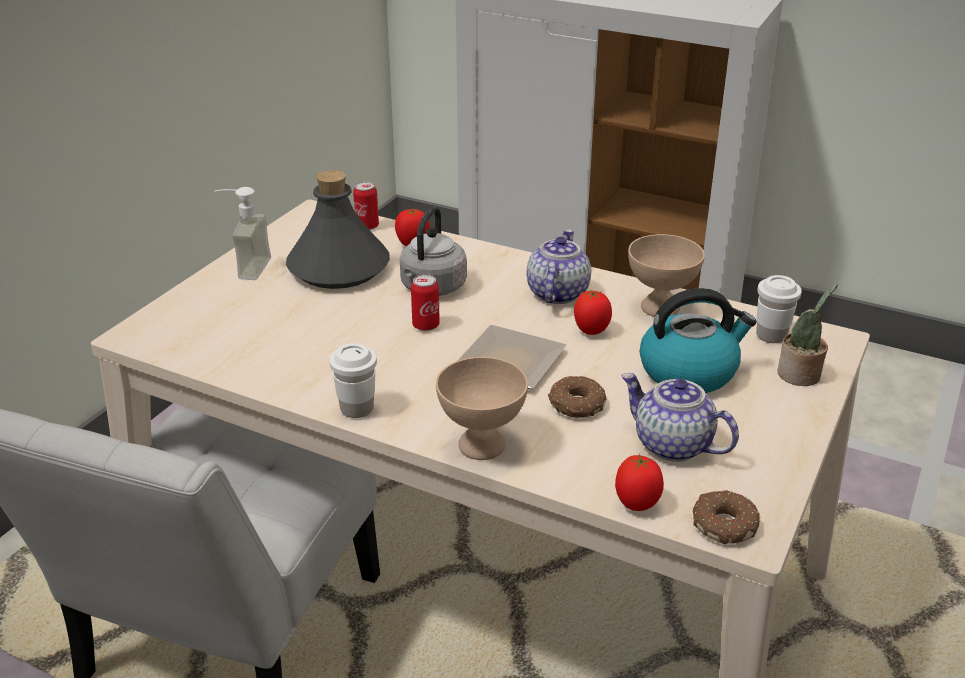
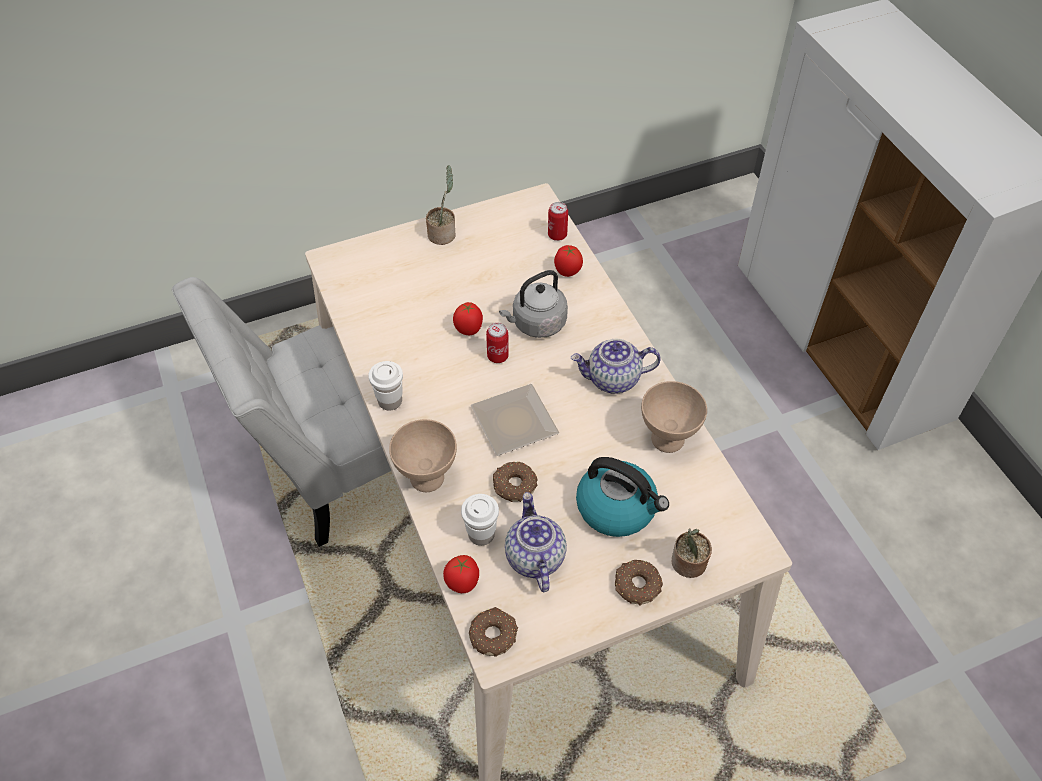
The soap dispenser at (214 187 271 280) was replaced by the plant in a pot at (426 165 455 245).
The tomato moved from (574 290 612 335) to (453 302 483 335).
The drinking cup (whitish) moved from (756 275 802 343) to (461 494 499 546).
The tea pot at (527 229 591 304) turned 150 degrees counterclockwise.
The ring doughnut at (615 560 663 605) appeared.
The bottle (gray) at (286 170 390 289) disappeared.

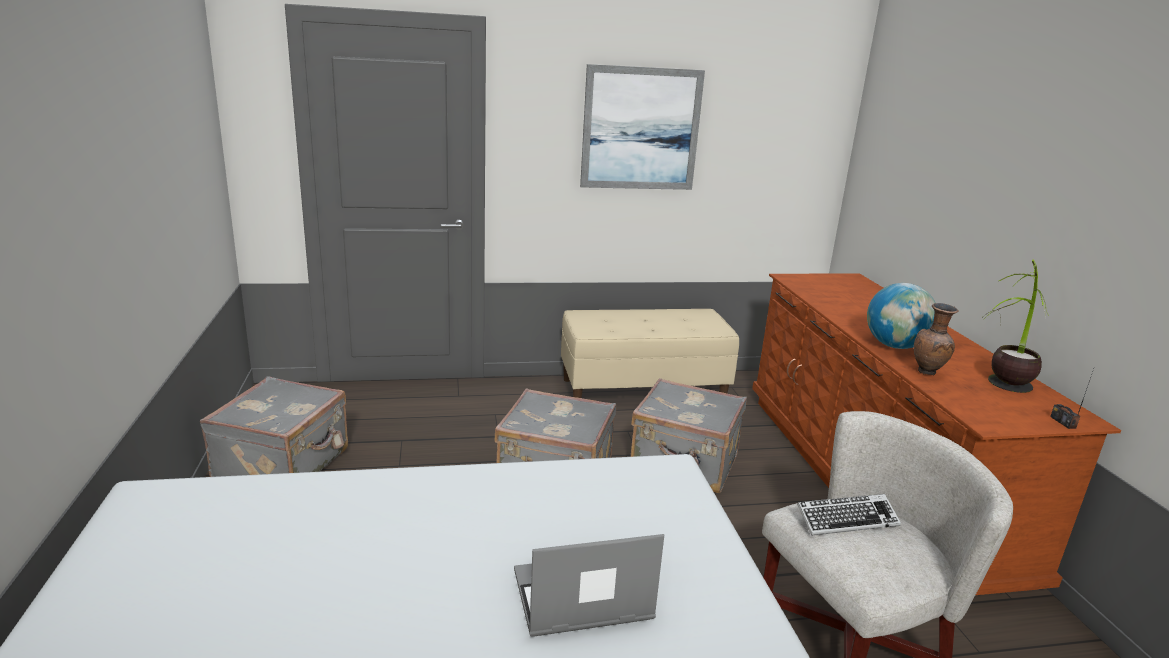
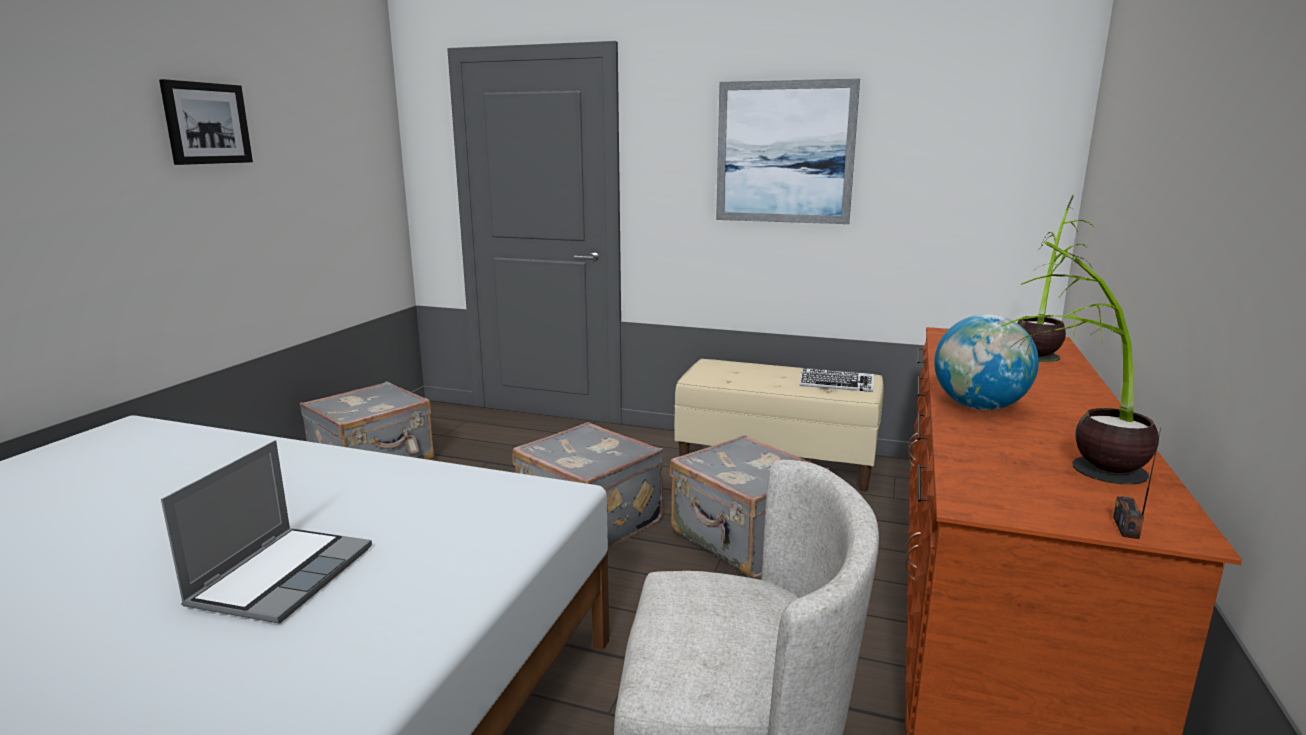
The wall art at (159 79 253 165) appeared.
The notebook computer at (514 534 664 636) turned 90 degrees clockwise.
The keyboard moved from (797 494 901 536) to (800 368 874 392).
The plant in a pot at (1017 195 1094 362) appeared.
The decorative vase (brown-coloured) at (914 303 958 376) disappeared.

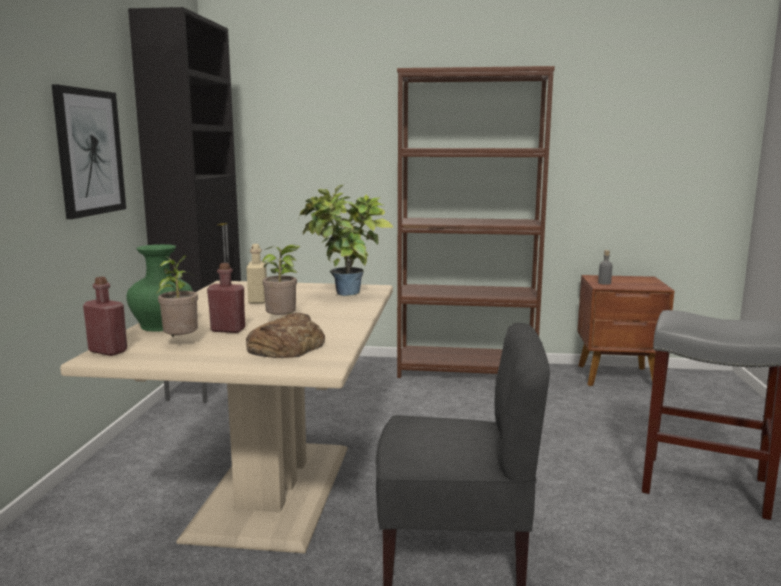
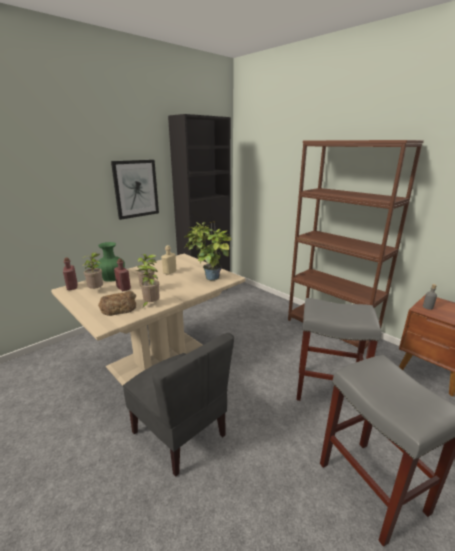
The plant in a pot at (136 265 160 308) appeared.
The sitting stool (gray) at (296 298 381 401) appeared.

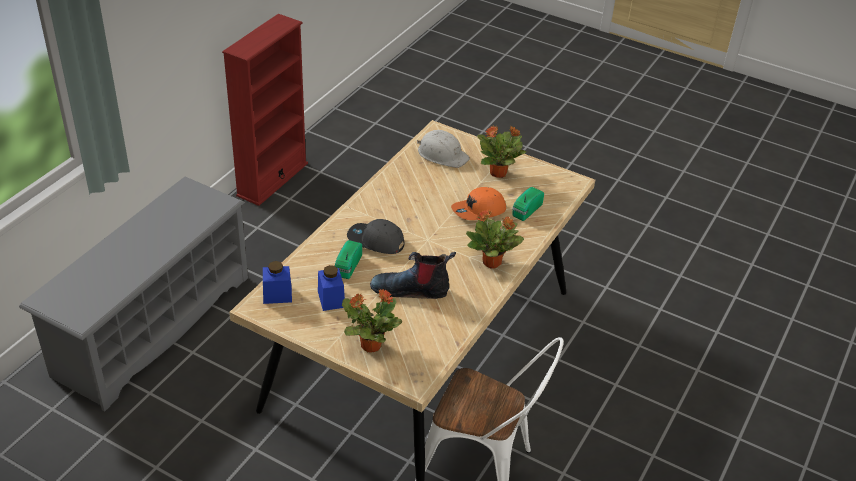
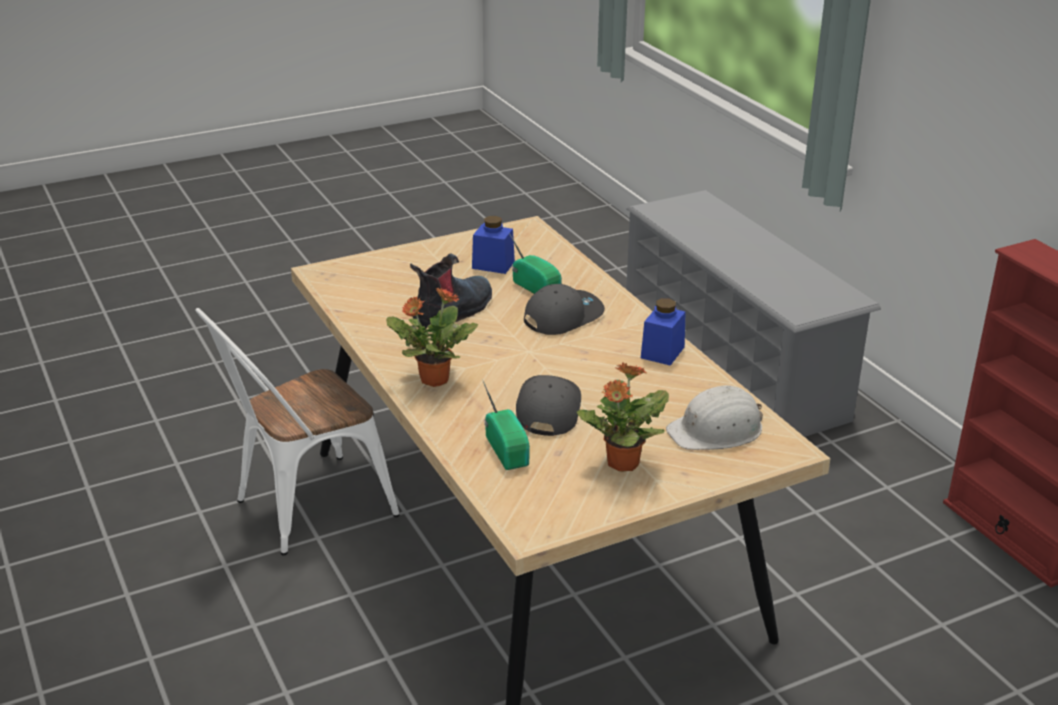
The cap (orange) at (451 187 506 220) became the cap (gray) at (516 375 581 436).
The storage jar (blue) moved from (263 261 292 304) to (641 298 686 366).
The plant in a pot at (342 288 403 353) disappeared.

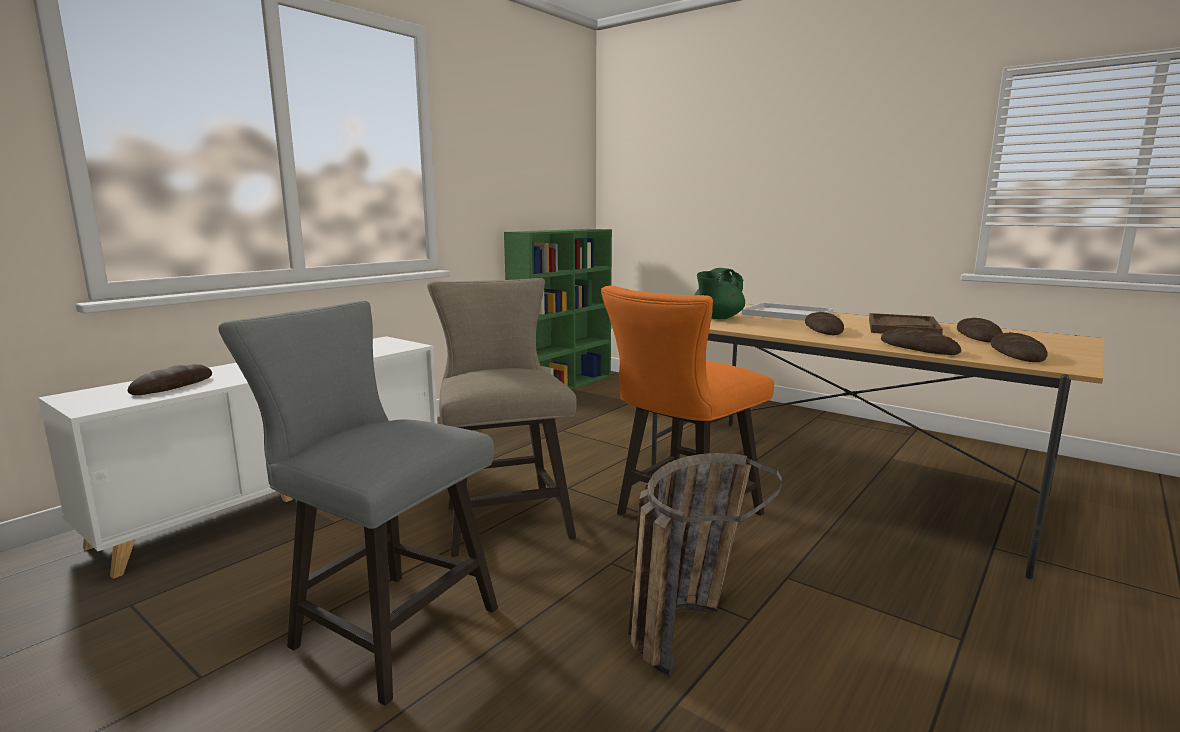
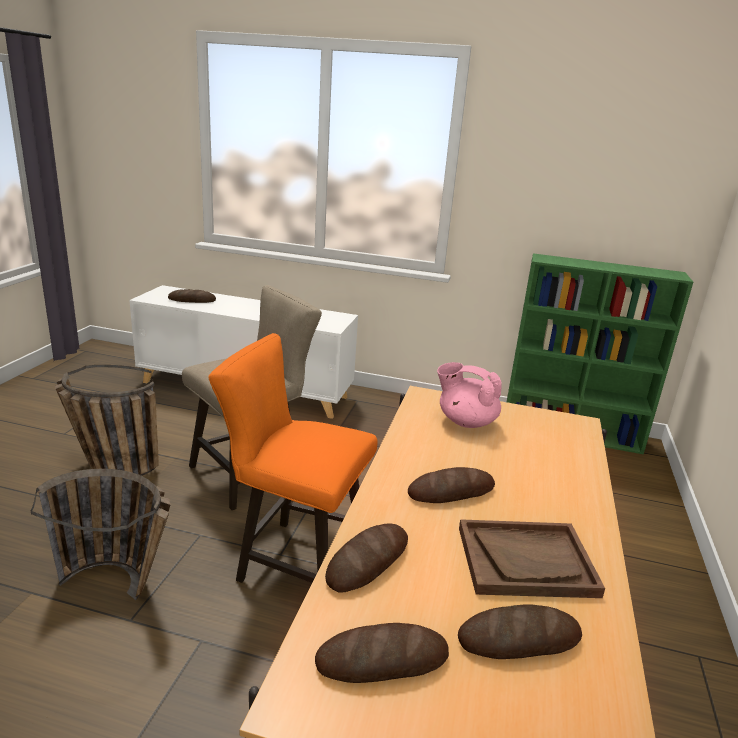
The sitting stool (gray) at (218 301 498 706) was replaced by the basket at (55 365 159 476).
The tea pot (greenish) at (694 268 745 319) became the tea pot (pink) at (437 362 501 428).
The tray (whitish) at (742 303 834 321) disappeared.

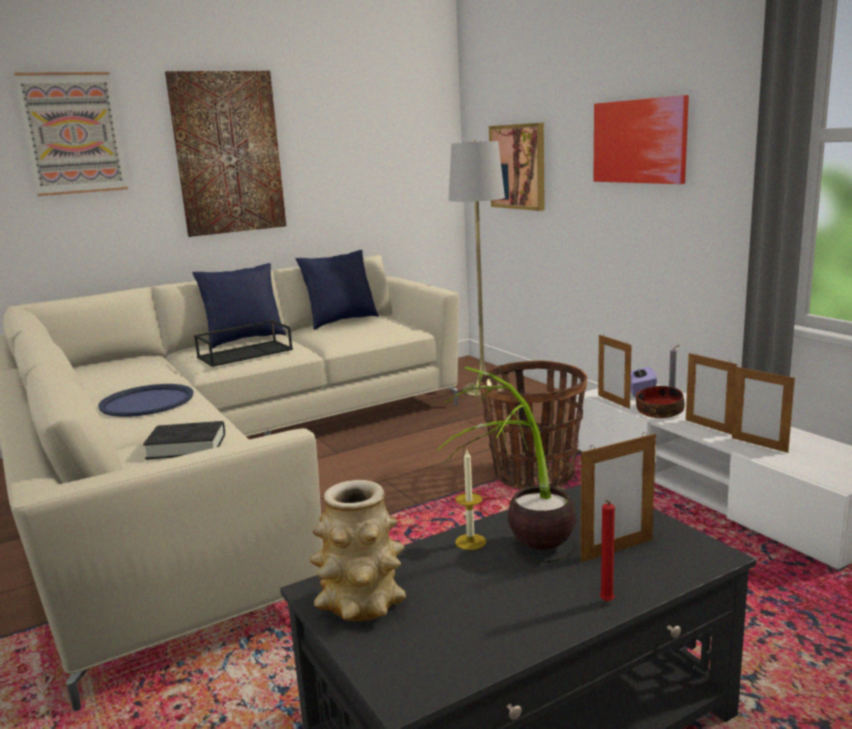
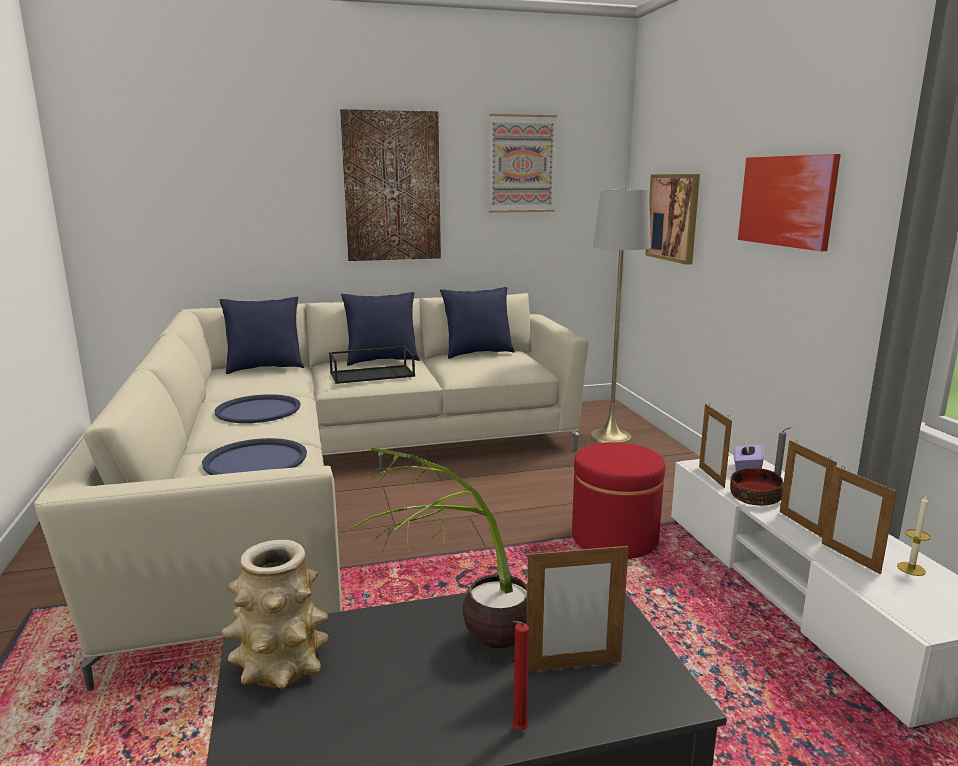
The volume (black) at (143 421 225 460) was replaced by the tray (blue) at (202 438 307 475).
The throw pillow (blue) at (219 297 304 374) appeared.
The wall art moved from (14 72 128 196) to (489 114 557 213).
The basket at (478 360 587 489) was replaced by the ottoman (red) at (572 442 665 559).
The wax candle moved from (455 450 486 550) to (897 496 931 576).

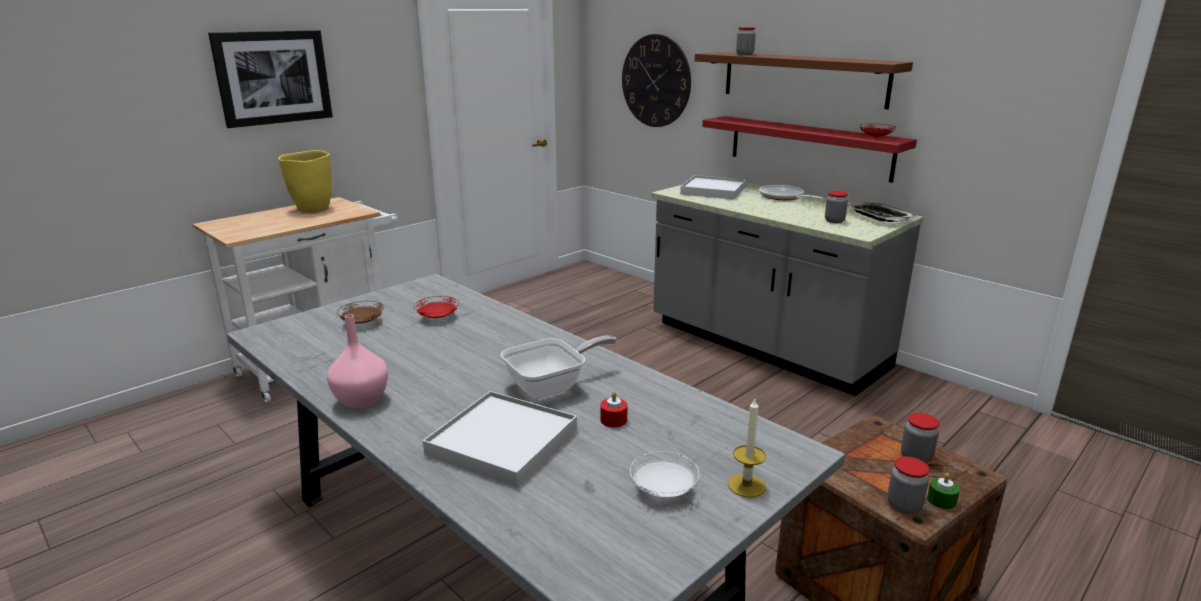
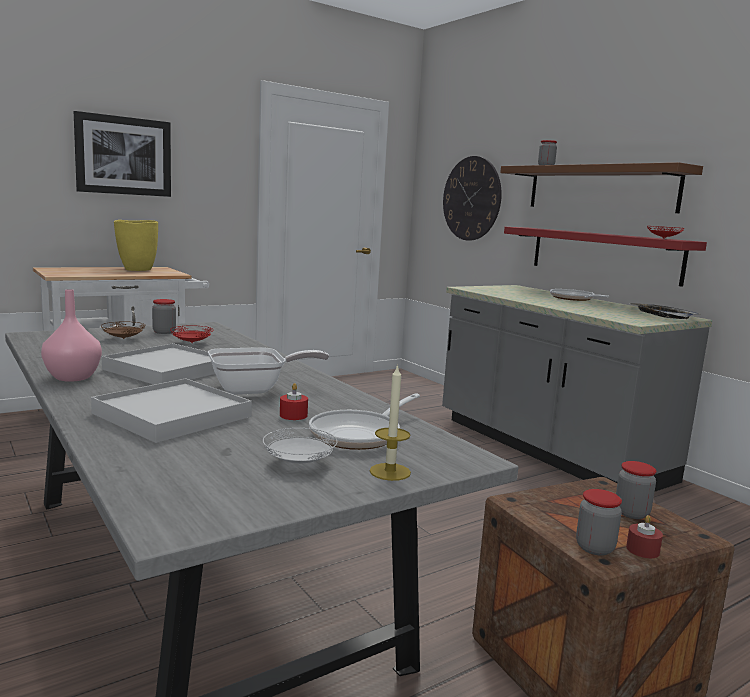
The tray (whitish) moved from (680 175 746 200) to (102 343 215 384).
The storage jar moved from (825 191 848 223) to (152 299 176 334).
The pan at (309 393 420 450) appeared.
The wax candle (greenish) at (927 473 960 509) became the wax candle (red) at (626 515 663 558).

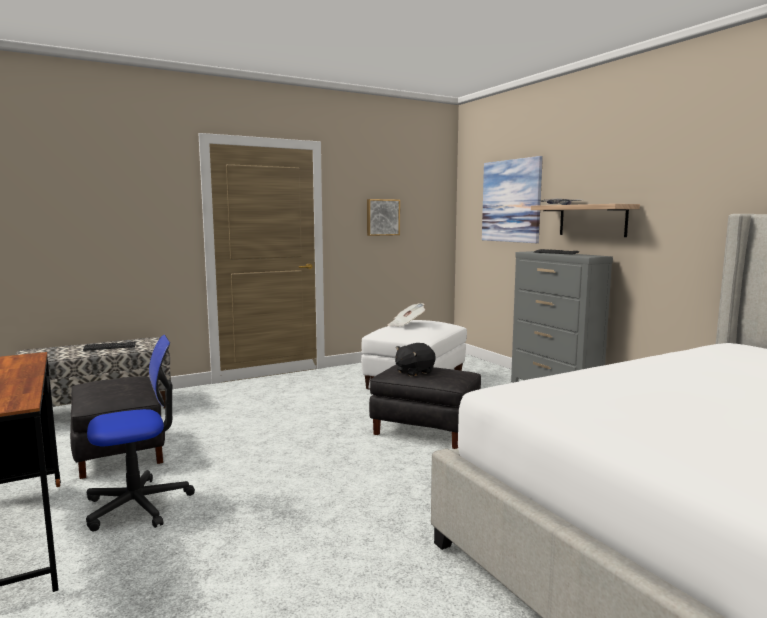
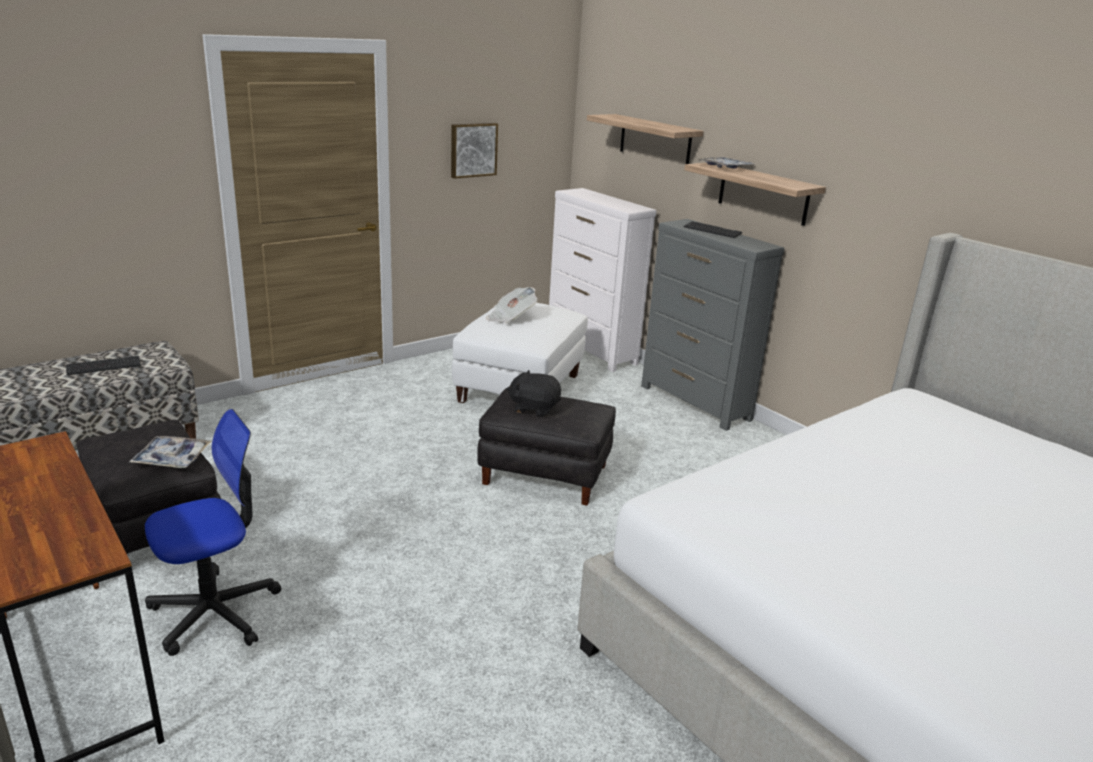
The tray at (129 436 211 468) appeared.
The soft toy (black) at (395 343 436 377) turned 60 degrees clockwise.
The chest of drawers (whitish) at (549 188 656 372) appeared.
The wall art at (482 156 543 243) was replaced by the shelf at (587 114 704 164).

